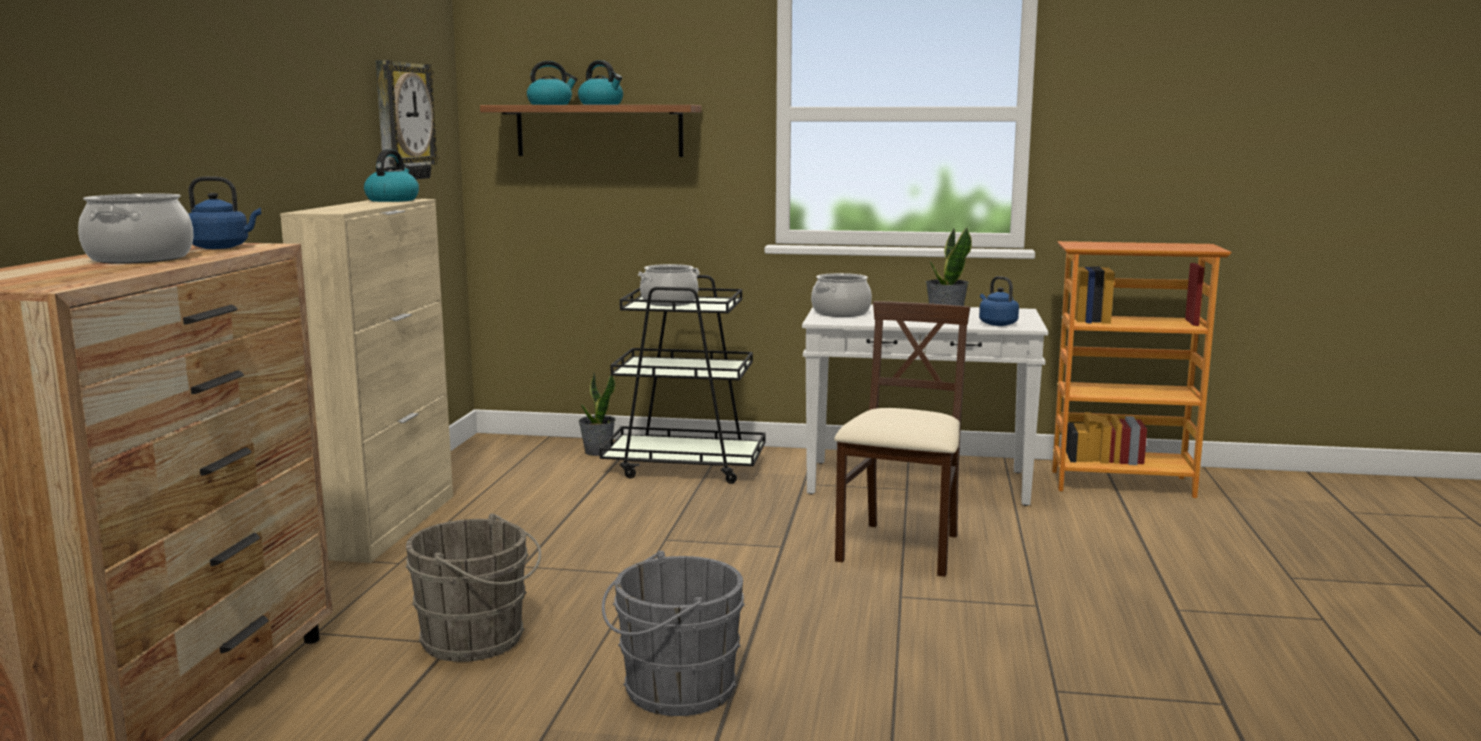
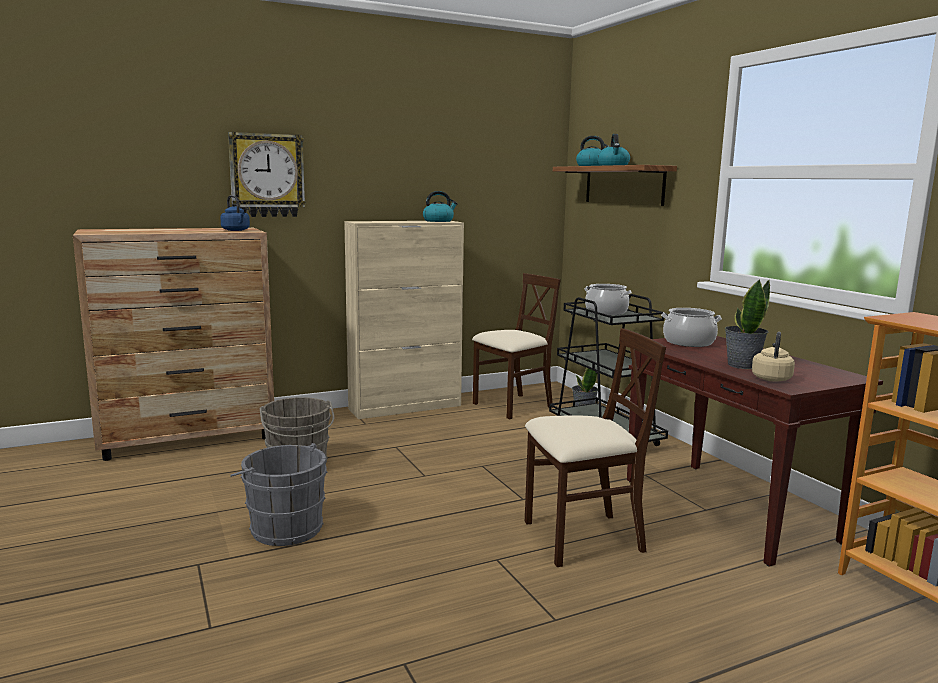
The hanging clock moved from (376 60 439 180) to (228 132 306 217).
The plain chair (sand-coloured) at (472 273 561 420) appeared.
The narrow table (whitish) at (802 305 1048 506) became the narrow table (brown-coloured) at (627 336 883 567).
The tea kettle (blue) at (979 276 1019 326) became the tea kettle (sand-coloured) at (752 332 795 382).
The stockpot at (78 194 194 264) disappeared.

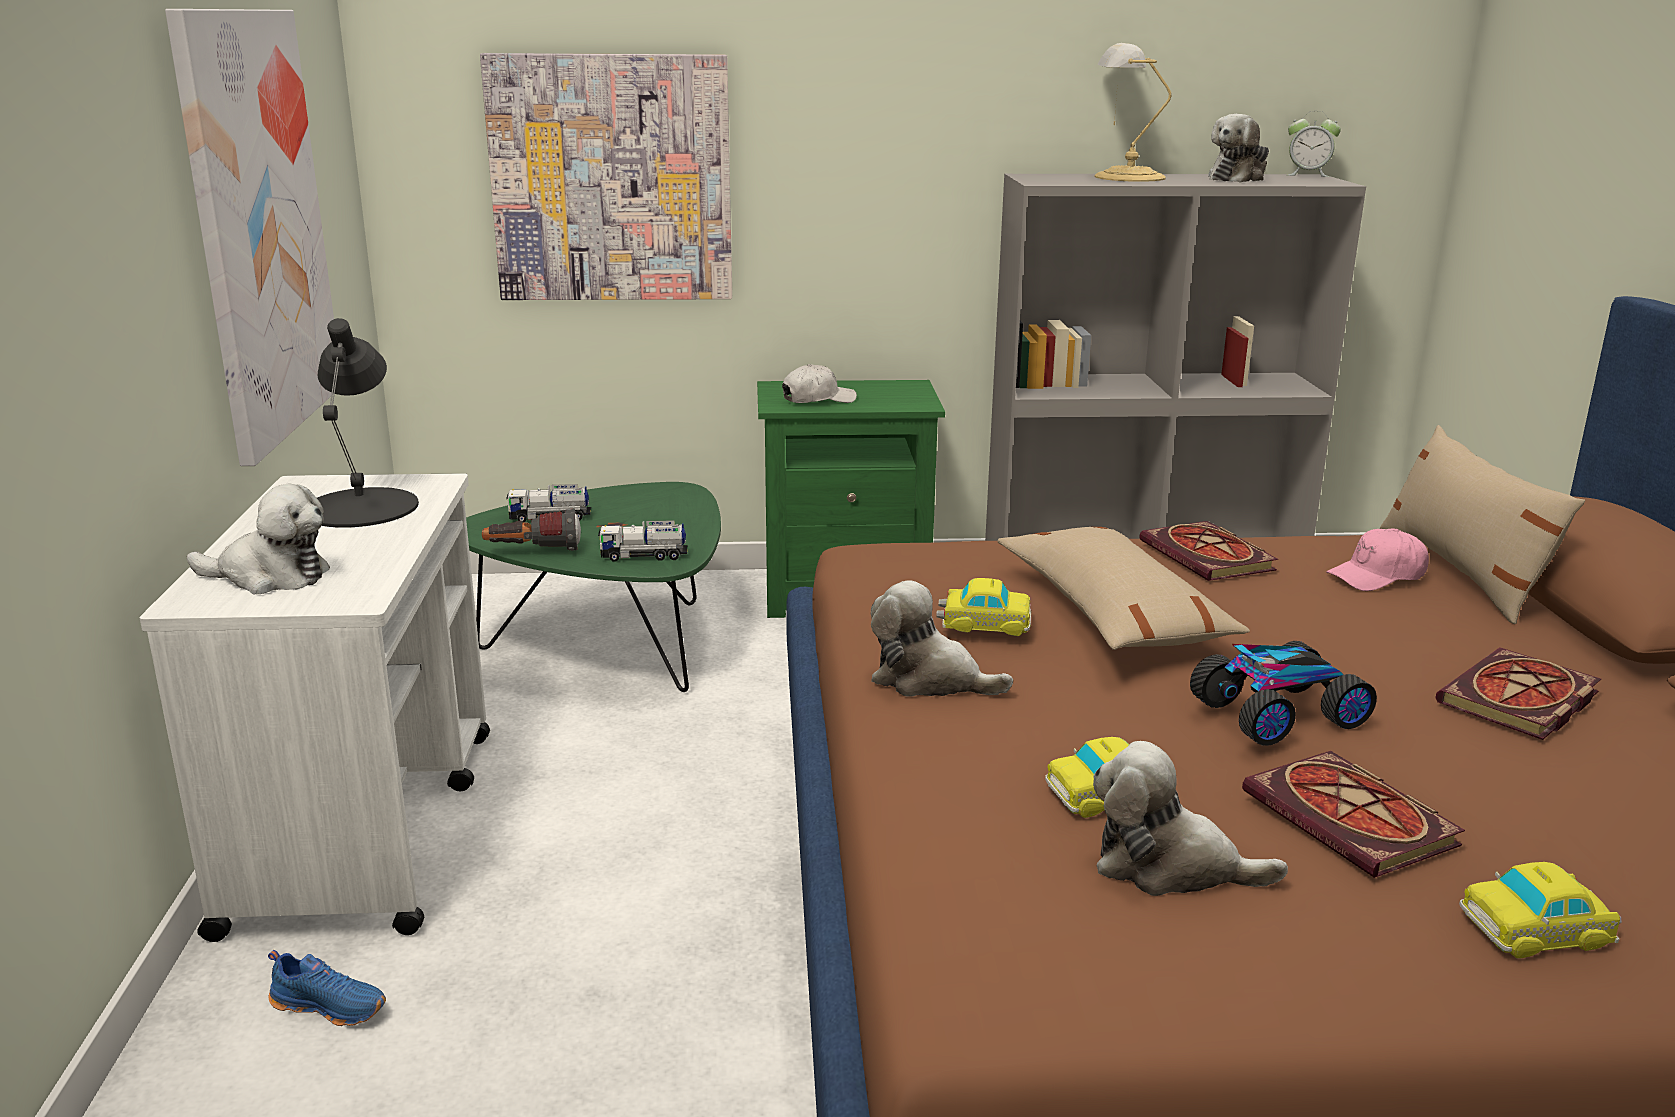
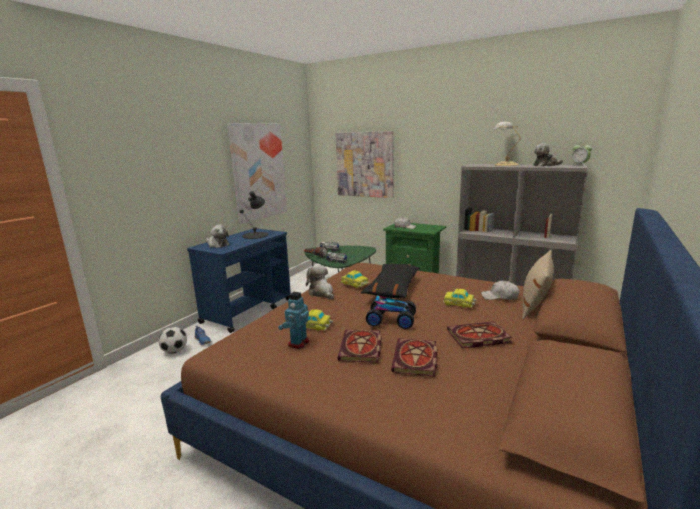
The ball for football at (159 327 187 354) appeared.
The wheeled cart (whitish) at (140 473 490 942) became the wheeled cart (blue) at (187 229 291 333).
The soft toy at (1093 741 1288 896) was replaced by the robot figure at (278 292 309 349).
The throw pillow (sand-coloured) at (997 527 1250 650) became the throw pillow (black) at (361 264 420 298).
The volume moved from (1139 521 1278 581) to (391 338 437 377).
The toy car moved from (1459 862 1622 959) to (443 288 476 308).
The cap (pink) at (1326 528 1429 591) became the cap (whitish) at (481 280 519 300).

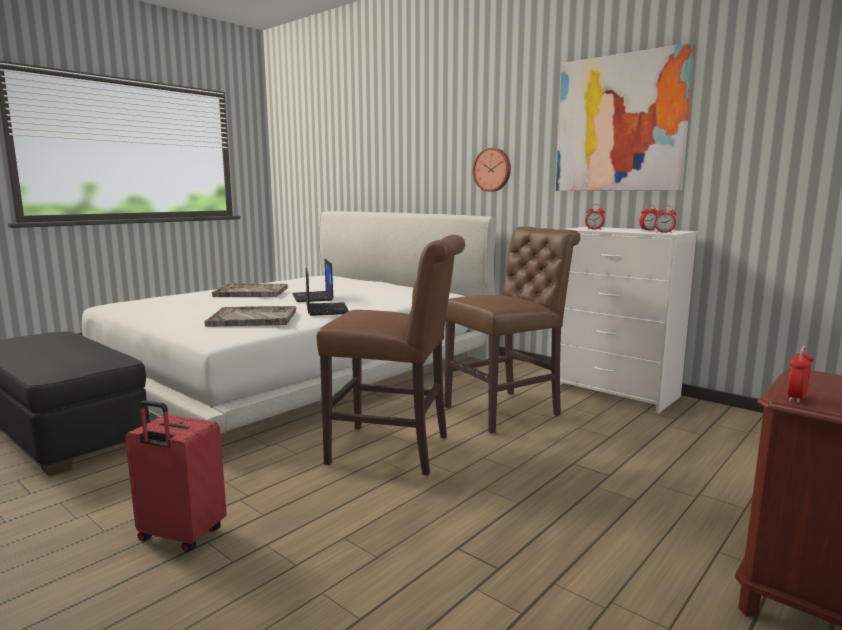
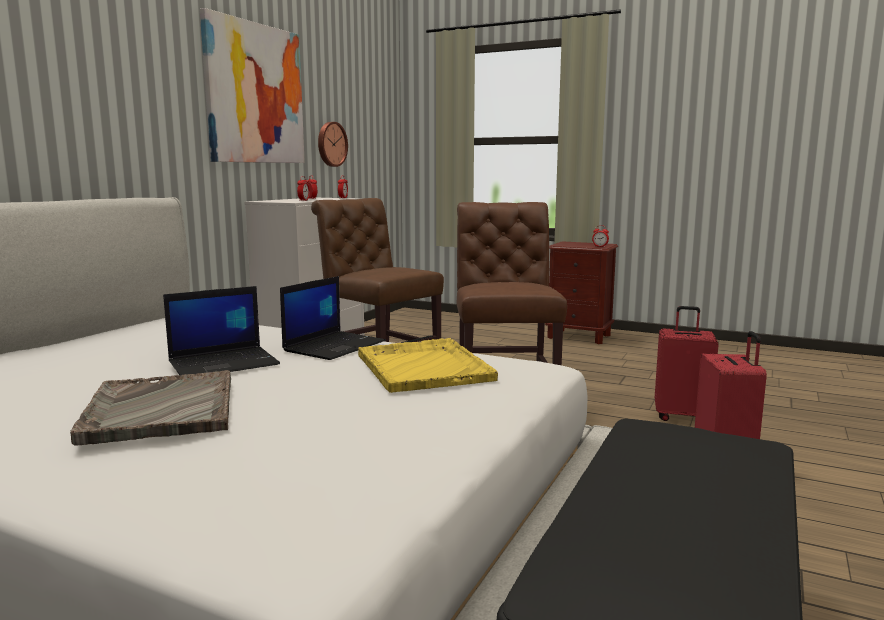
The notebook computer at (306 267 349 316) turned 150 degrees clockwise.
The hanging clock moved from (473 148 511 192) to (318 122 348 167).
The tray (gray) at (205 306 296 327) became the tray (yellowish) at (358 338 498 393).
The travel case (red) at (655 306 719 421) appeared.

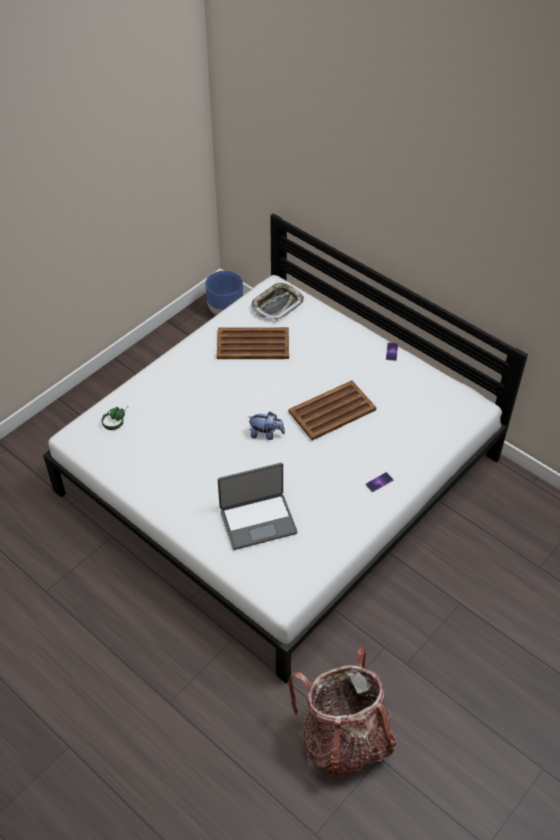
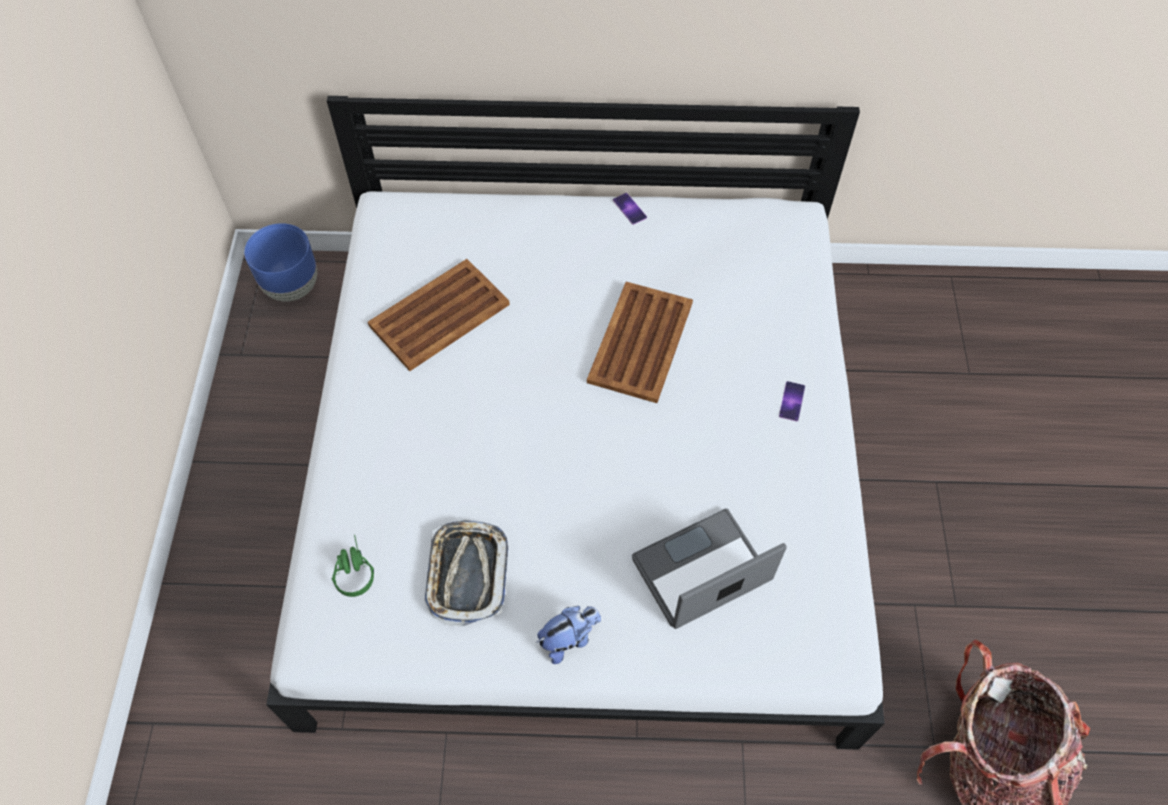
The tray moved from (251 282 304 321) to (424 520 508 627).
The soft toy moved from (248 412 285 440) to (536 606 601 664).
The notebook computer at (217 463 298 550) turned 150 degrees counterclockwise.

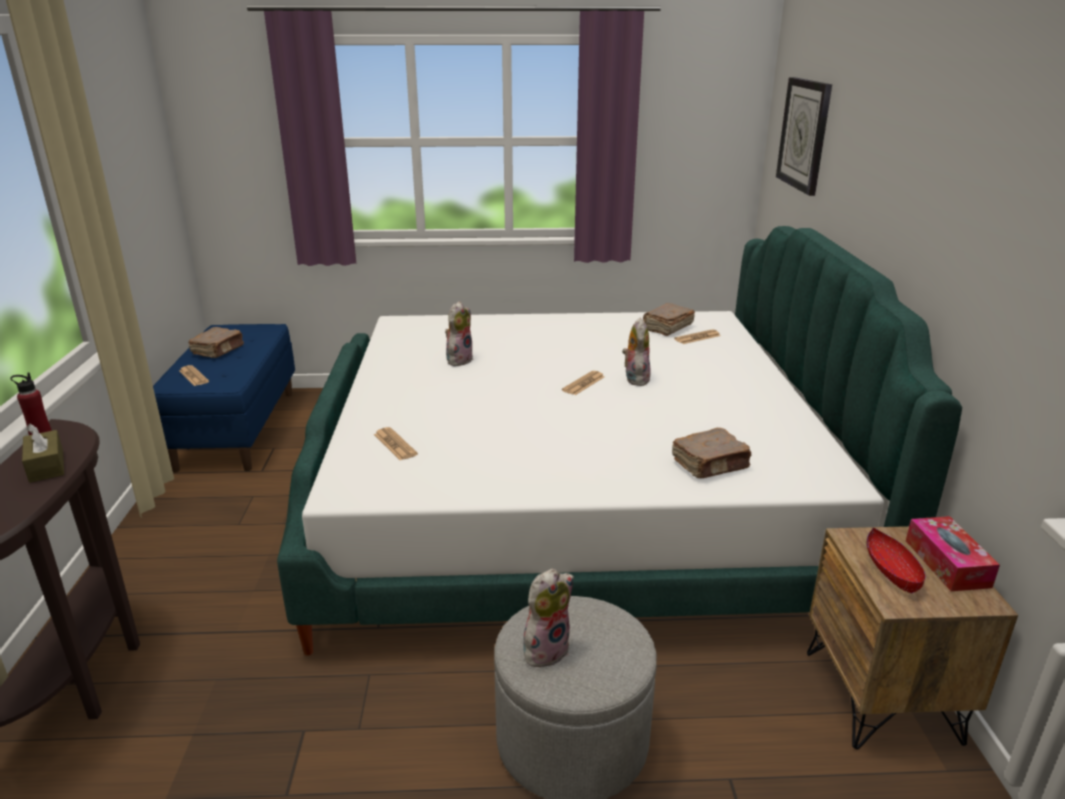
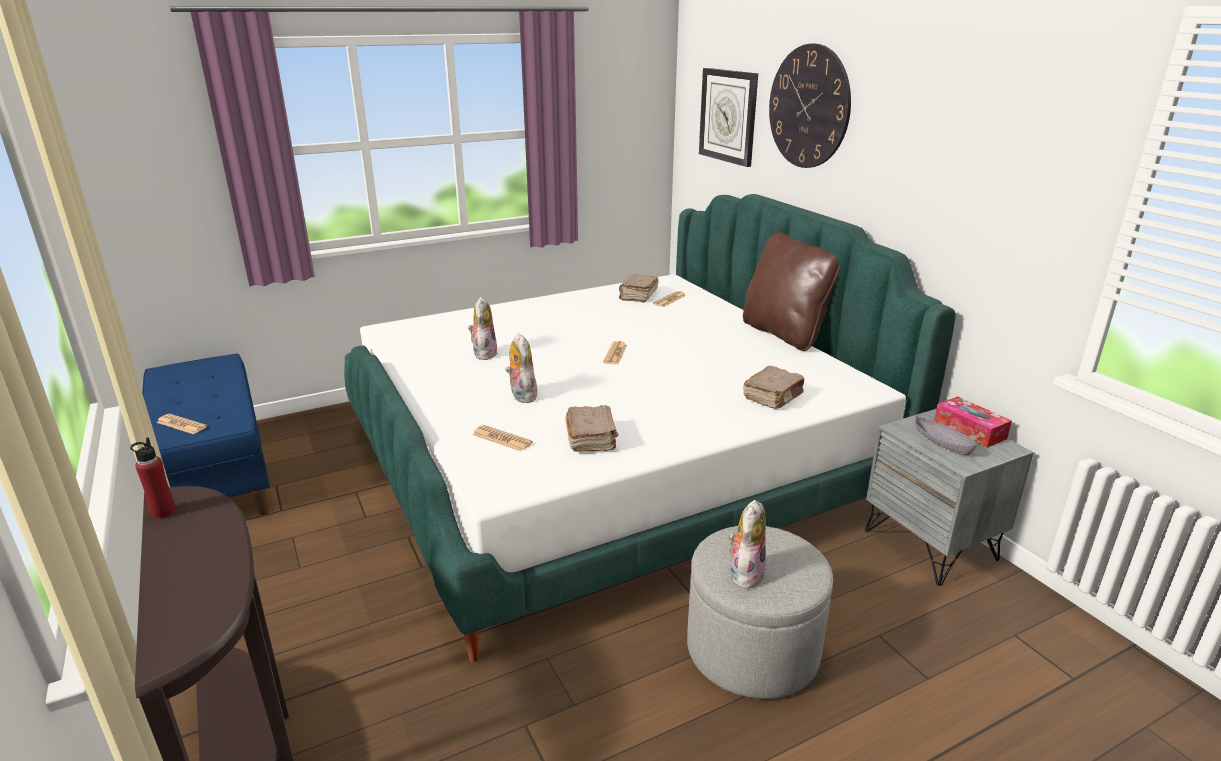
The soft toy moved from (622 317 651 386) to (506 333 537 403).
The volume (brown-coloured) moved from (188 327 244 358) to (565 405 618 452).
The throw pillow (brown-coloured) at (743 232 841 351) appeared.
The hanging clock at (769 44 851 168) appeared.
The bedside table (brown-coloured) at (807 526 1018 750) became the bedside table (gray) at (865 409 1034 586).
The bowl (red) at (867 527 926 593) became the bowl (gray) at (915 416 977 456).
The tissue box (brown-coloured) at (22 424 64 483) disappeared.

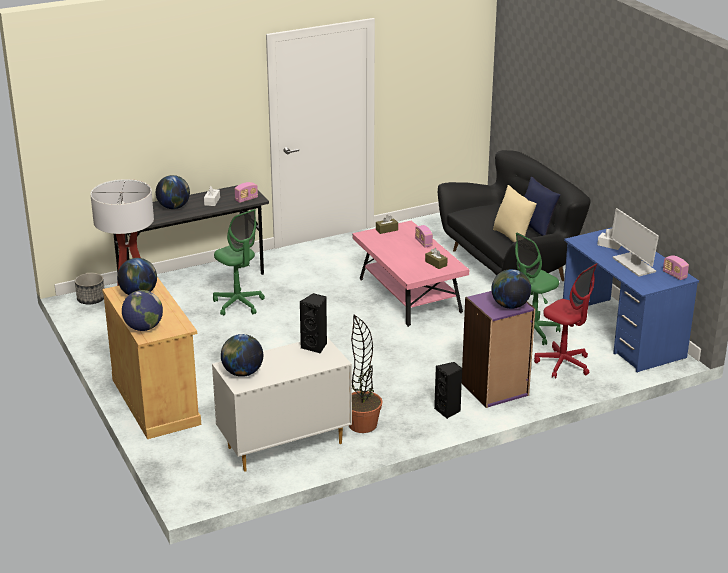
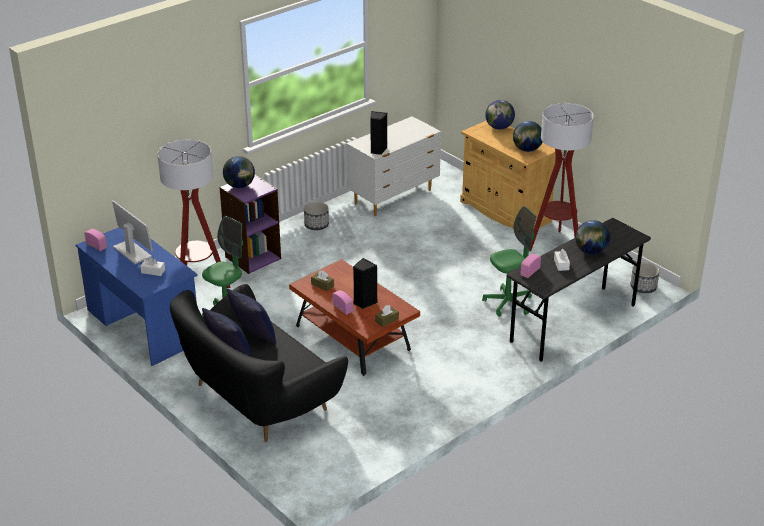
The computer chair (red) at (534 263 598 378) was replaced by the standard lamp at (157 139 230 288).
The throw pillow (sand-coloured) at (493 185 537 242) became the throw pillow (blue) at (227 289 276 344).
The lounge table (pink) at (352 220 469 327) became the lounge table (brown-coloured) at (289 259 420 376).
The flower pot at (304 202 329 230) appeared.
The audio speaker (black) moved from (434 362 462 419) to (353 258 377 309).
The computer chair (greenish) at (213 209 265 315) turned 120 degrees clockwise.
The world globe at (221 334 263 377) disappeared.
The plant in a pot at (349 314 383 433) disappeared.

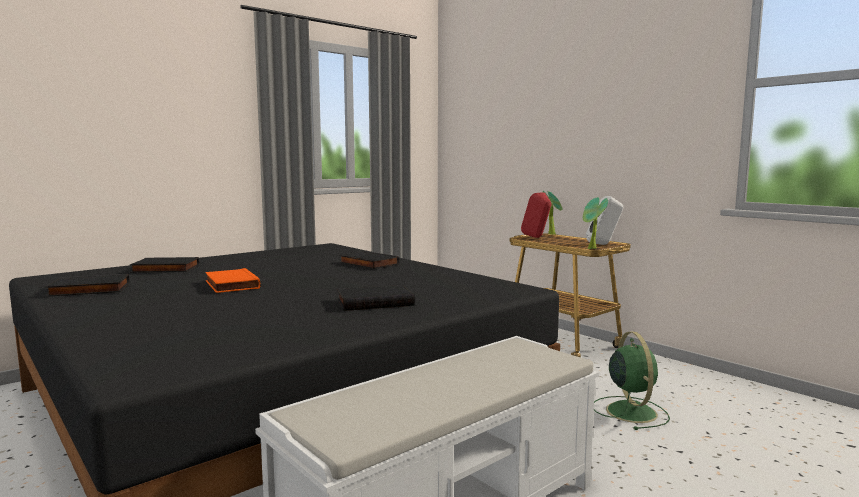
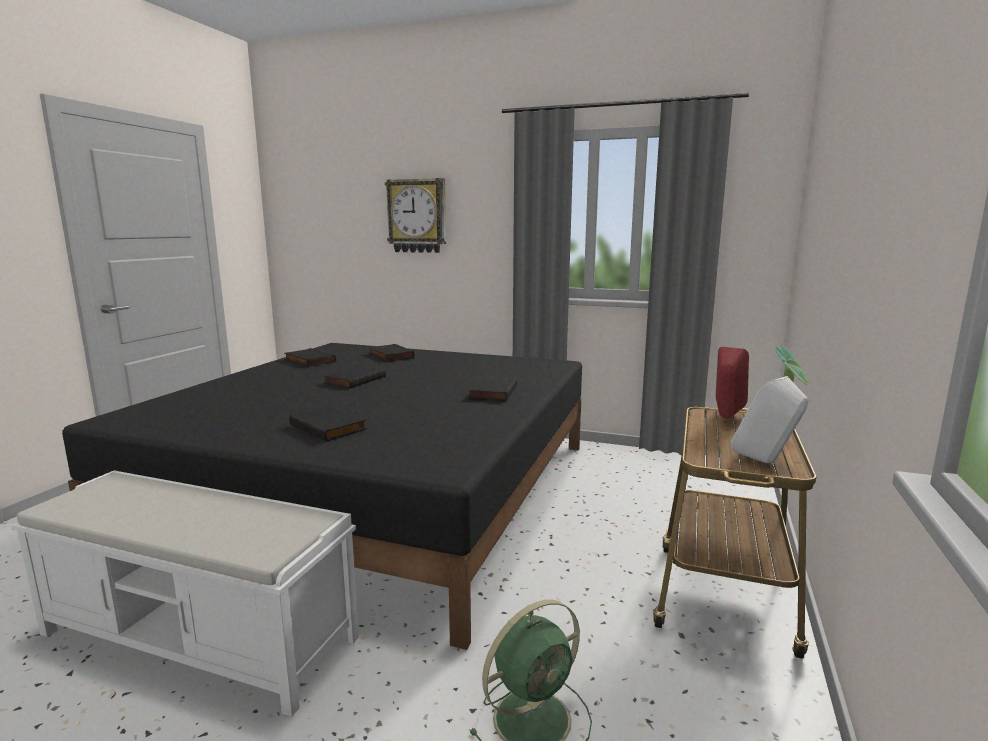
The volume (orange) at (205 268 261 293) became the volume (black) at (323 365 386 389).
The hanging clock at (385 178 446 253) appeared.
The plant in a pot at (583 197 608 249) disappeared.

